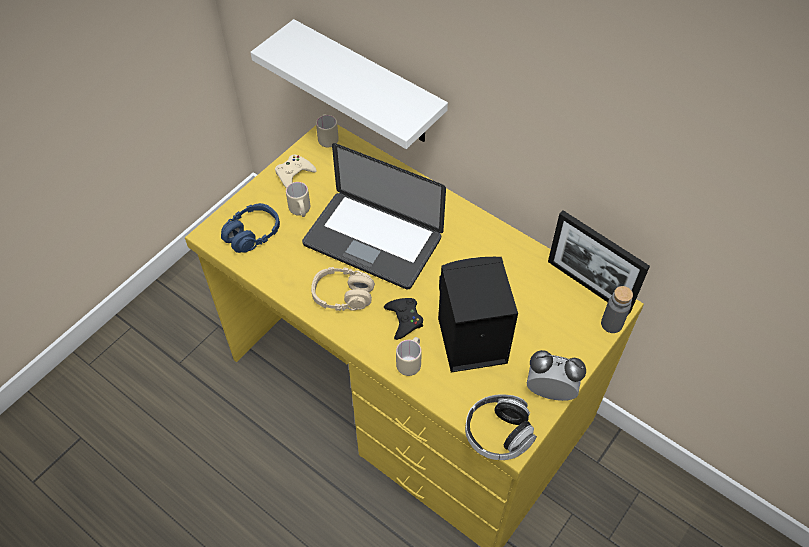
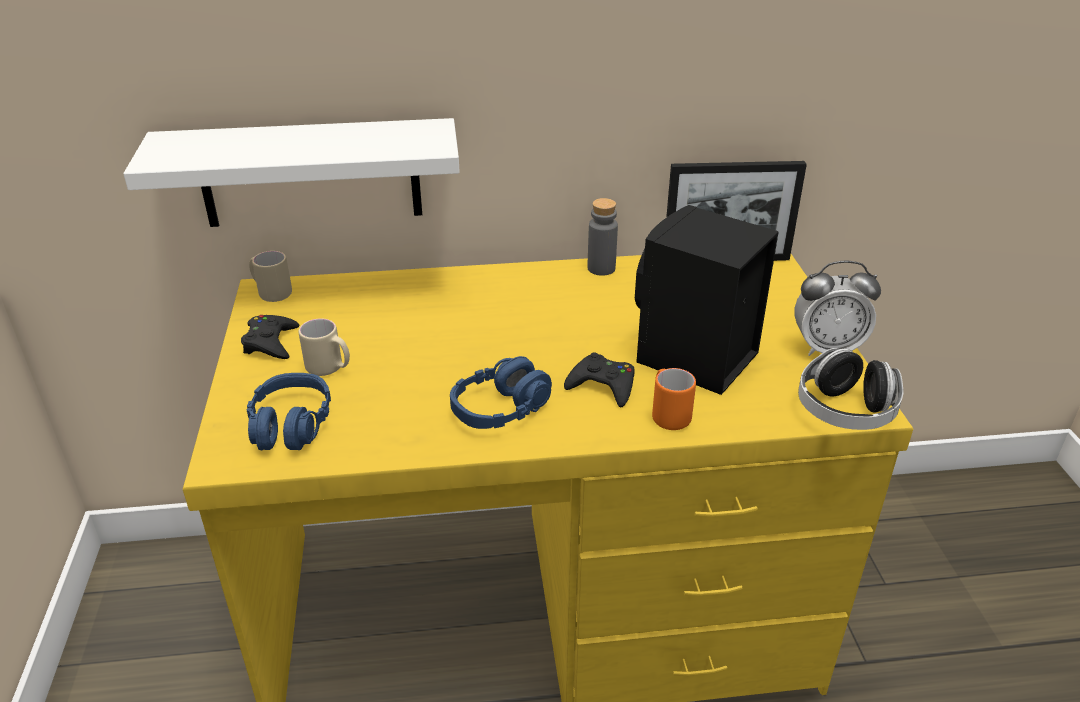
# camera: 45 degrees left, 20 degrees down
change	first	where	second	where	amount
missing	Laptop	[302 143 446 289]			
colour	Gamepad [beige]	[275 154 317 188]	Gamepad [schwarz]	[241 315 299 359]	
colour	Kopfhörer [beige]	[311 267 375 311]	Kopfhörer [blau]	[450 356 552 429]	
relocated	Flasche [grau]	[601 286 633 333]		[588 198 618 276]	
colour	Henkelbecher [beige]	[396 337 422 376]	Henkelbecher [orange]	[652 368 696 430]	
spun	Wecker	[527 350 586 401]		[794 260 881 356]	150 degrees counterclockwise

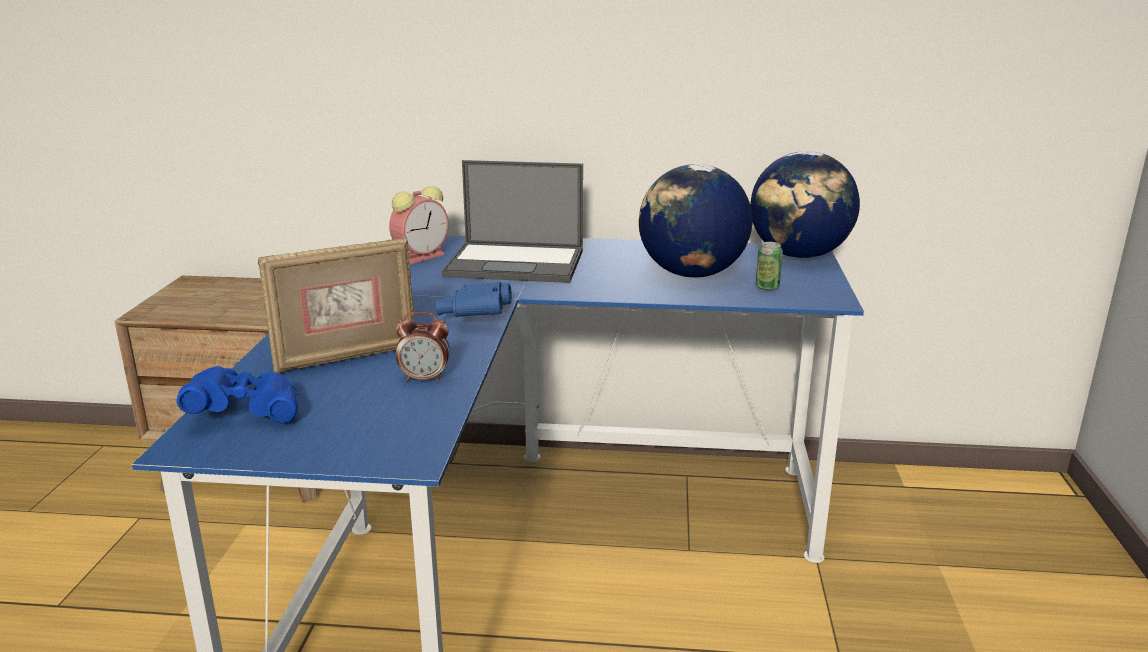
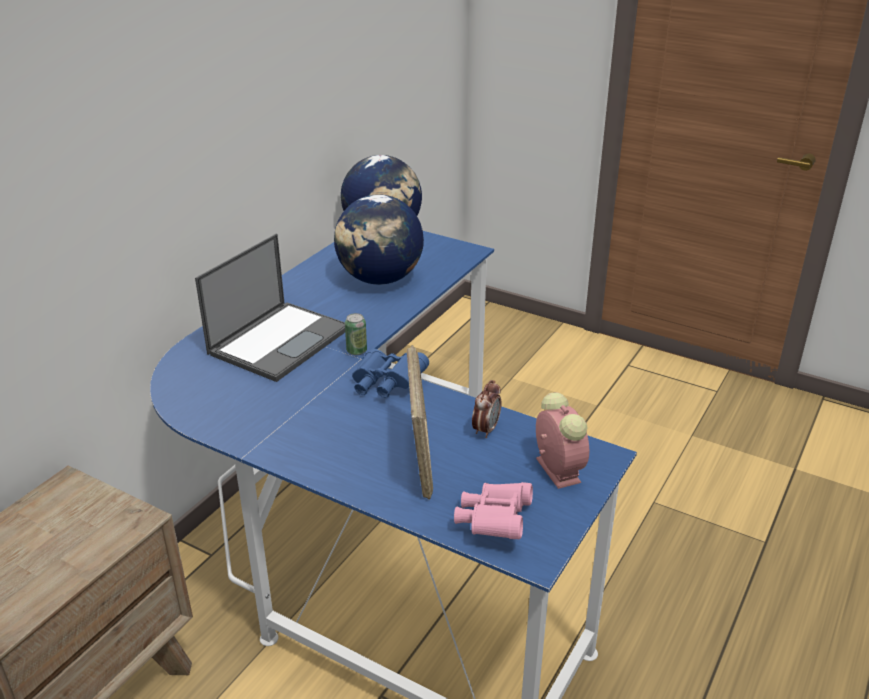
# camera: 65 degrees left, 10 degrees up
change	first	where	second	where	amount
relocated	Wecker	[389 186 448 264]		[536 392 589 489]	
relocated	Dose	[756 242 783 291]		[345 313 367 355]	
colour	Fernglas [blau]	[177 366 298 423]	Fernglas [rosa]	[454 482 533 539]	

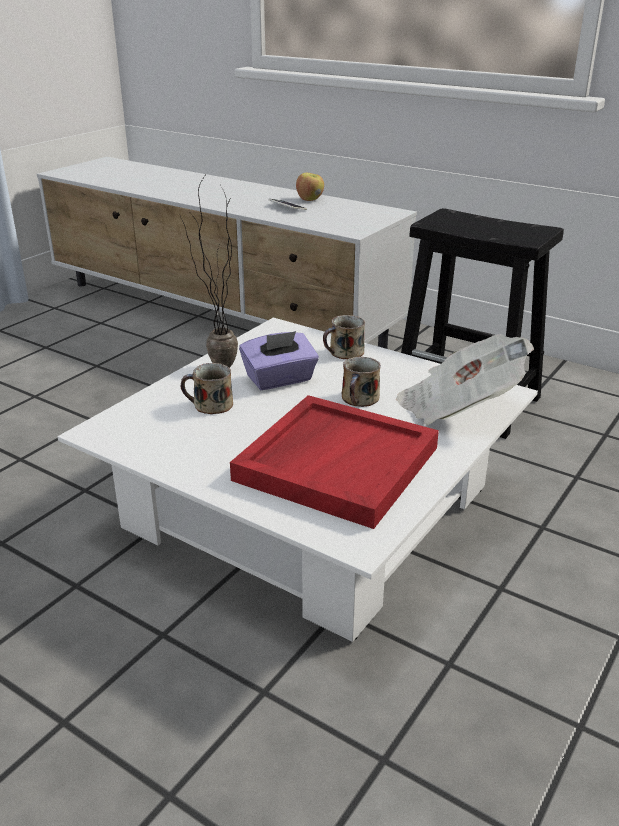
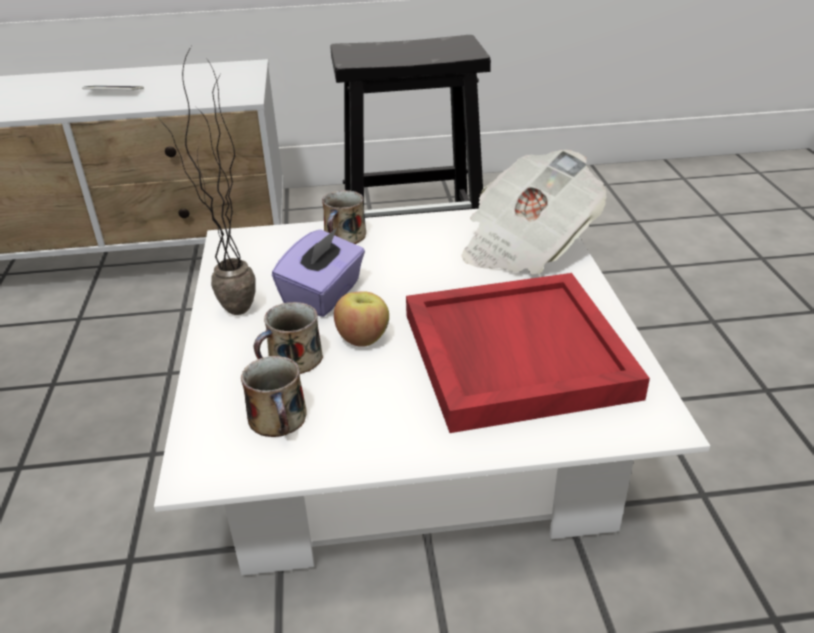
# camera: 40 degrees left, 5 degrees up
change	first	where	second	where	amount
relocated	Apfel	[296 173 324 201]		[334 291 389 347]	
relocated	Henkelbecher	[342 357 381 407]		[241 356 306 437]	

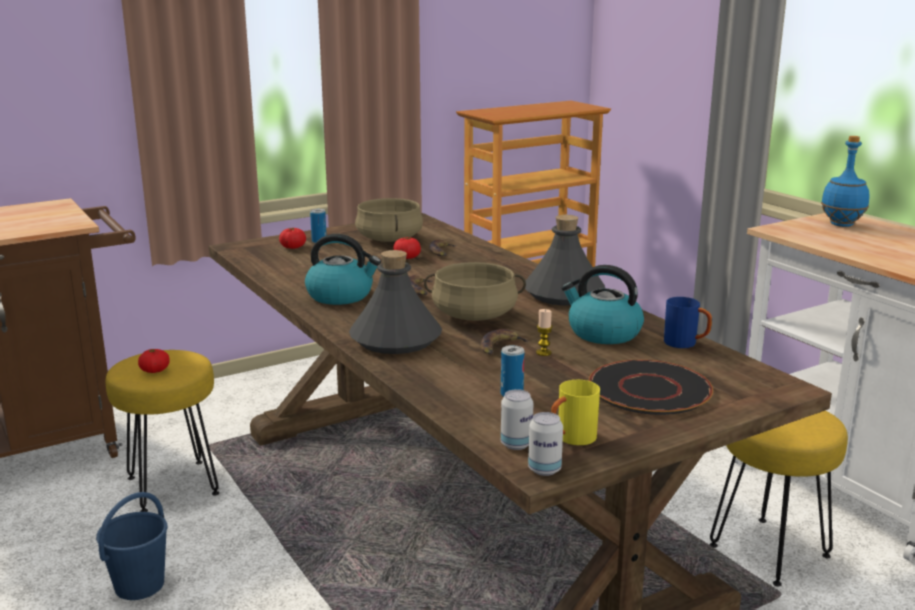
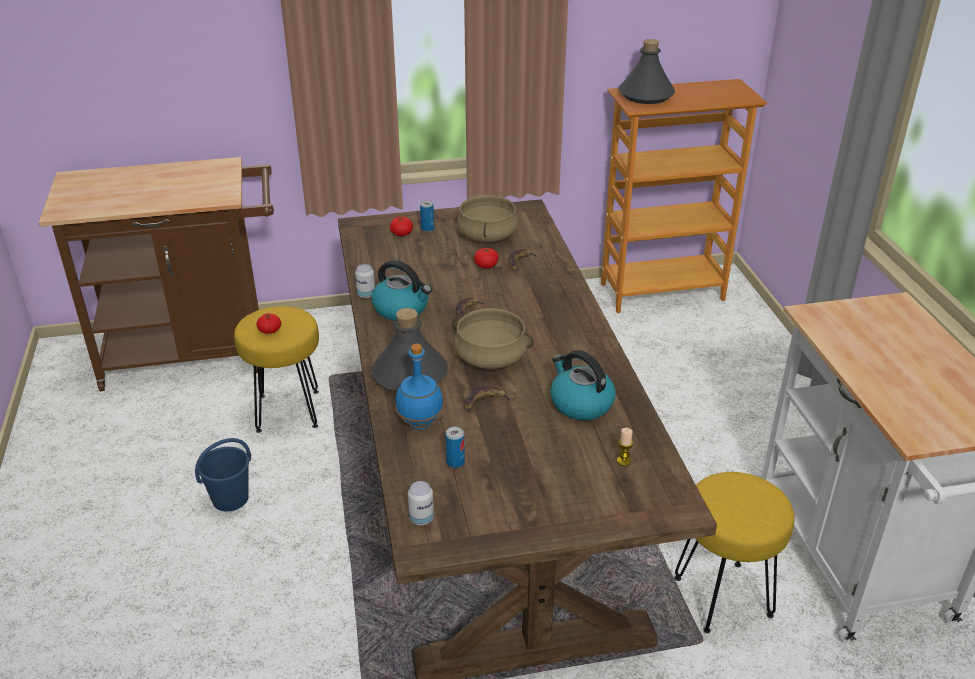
# camera: 20 degrees right, 15 degrees up
change	first	where	second	where	amount
relocated	Flasche [blau]	[821 136 869 227]		[395 344 444 430]	
relocated	Flasche [grau]	[525 215 606 306]		[619 39 675 104]	
missing	Henkelbecher [blau]	[664 297 712 348]			
relocated	Kerze	[536 309 553 356]		[617 428 633 466]	
missing	Teller [schwarz]	[589 360 713 415]			
missing	Henkelbecher [gelb]	[551 380 600 445]			
relocated	Dose	[528 412 563 476]		[355 264 375 299]	

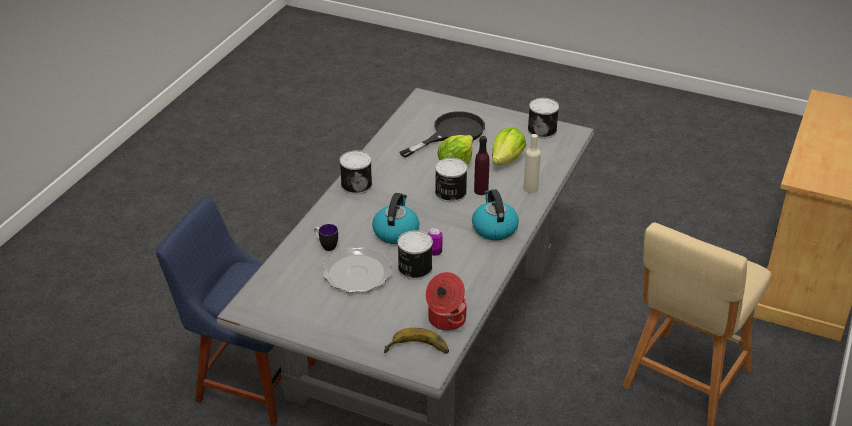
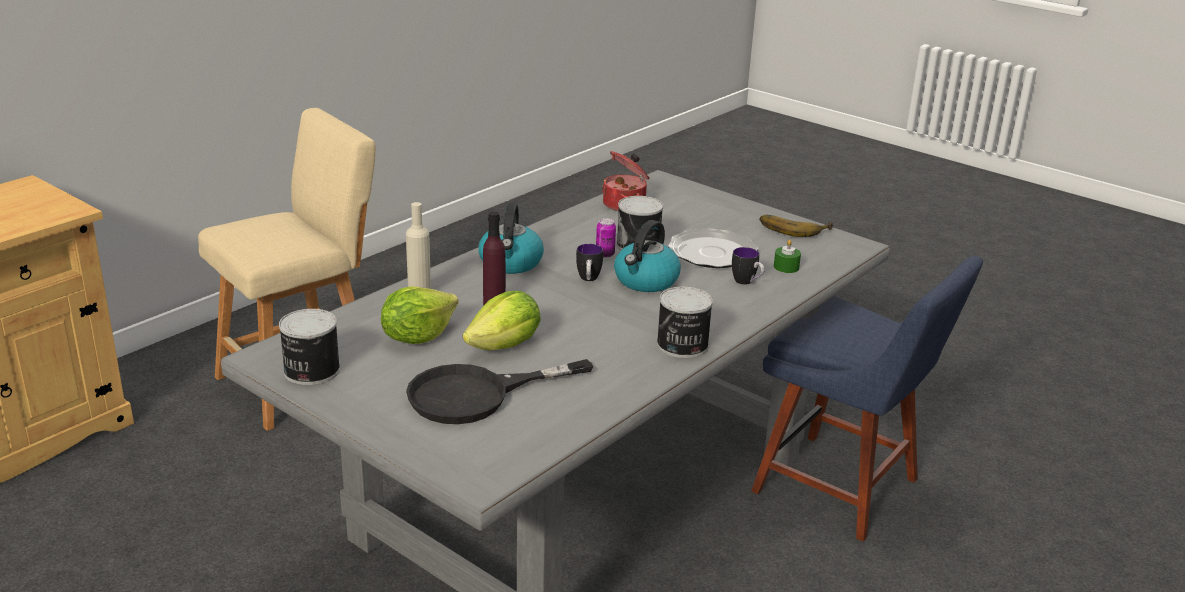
# camera: 165 degrees left, 10 degrees down
change	first	where	second	where	amount
missing	Dose	[435 158 467 202]			
relocated	Banane	[384 328 449 354]		[759 215 833 237]	
appeared			Kerze [grün]	[774 240 801 273]	
appeared			Henkelbecher	[576 244 603 281]	

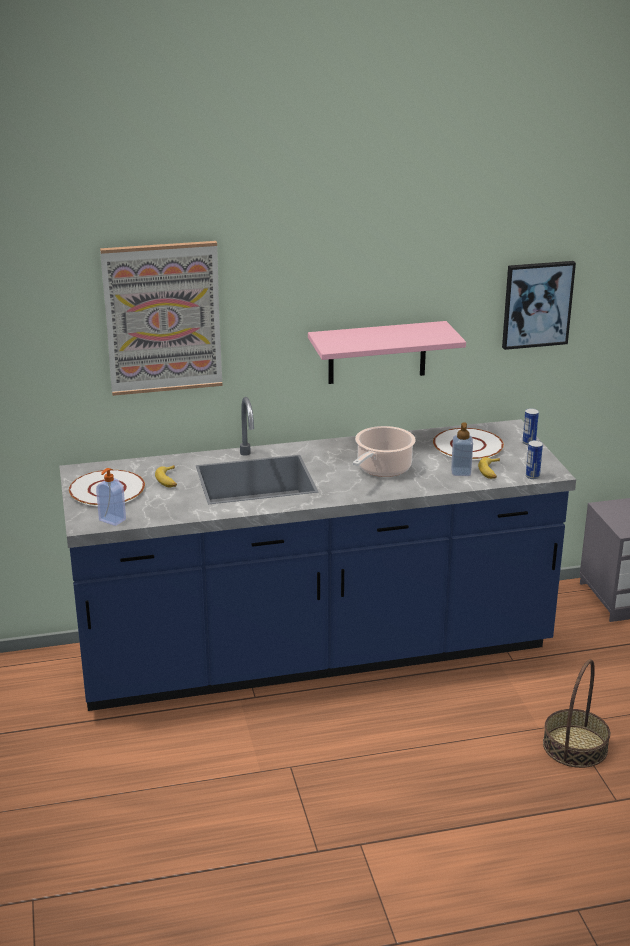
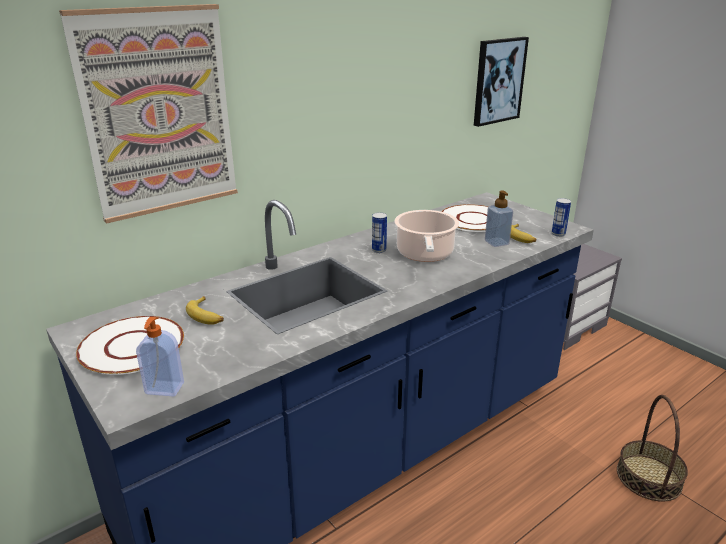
# camera: 25 degrees left, 0 degrees up
change	first	where	second	where	amount
missing	Wandregal [rosa]	[308 321 466 384]			
relocated	Dose	[523 408 539 445]		[372 212 387 253]	

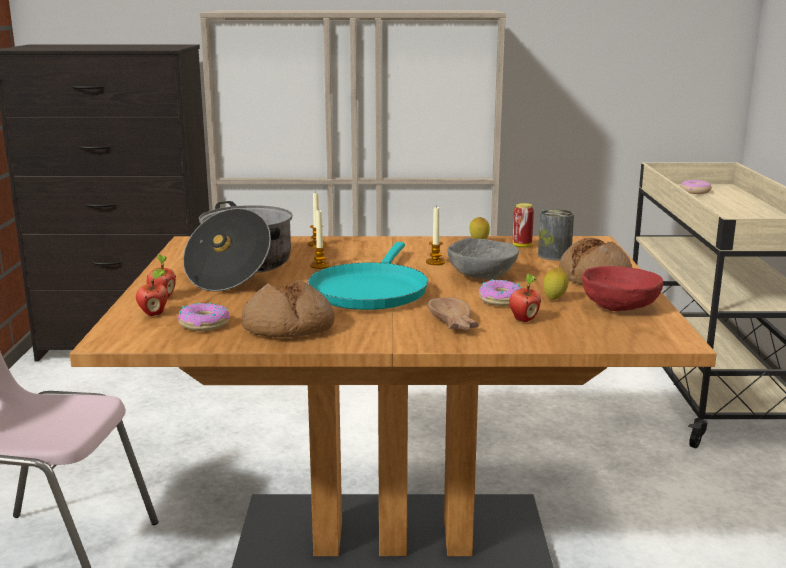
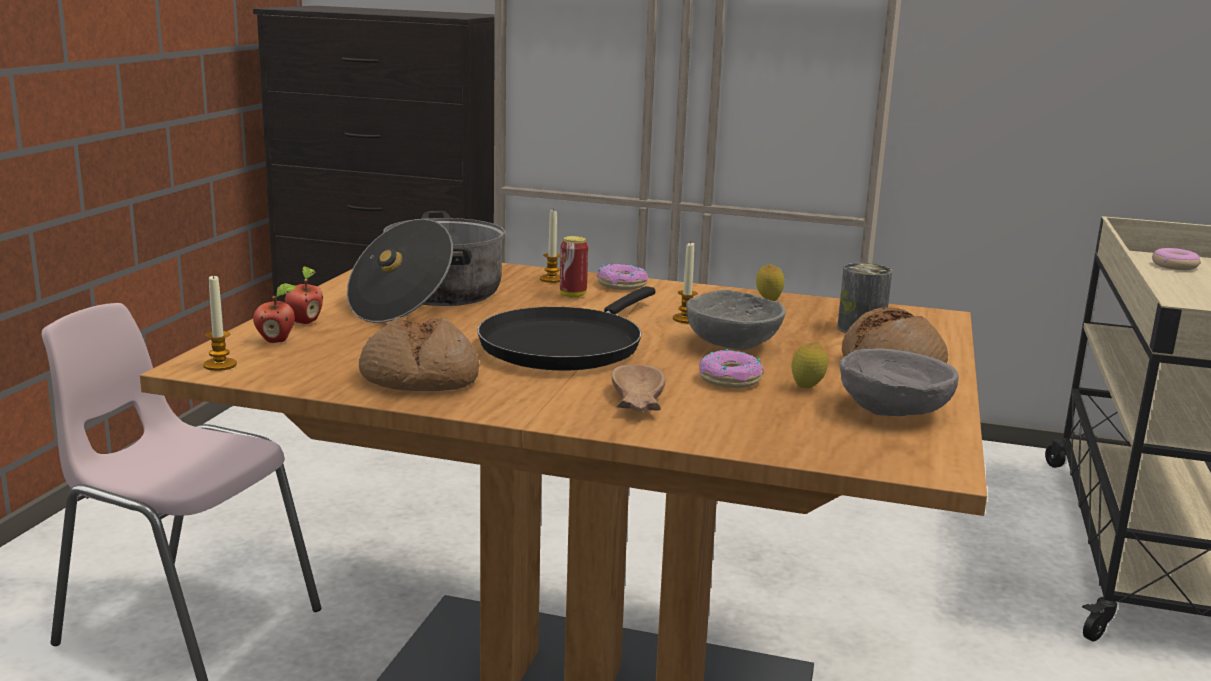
# camera: 15 degrees right, 0 degrees up
change	first	where	second	where	amount
relocated	Dose	[513 203 534 248]		[560 236 588 298]	
relocated	Kerze	[310 210 330 269]		[203 274 237 371]	
colour	Pfanne [türkis]	[307 242 428 310]	Pfanne [schwarz]	[477 286 655 370]	
colour	Schüssel [rot]	[582 266 663 311]	Schüssel [grau]	[839 348 959 416]	
missing	Apfel	[509 273 541 322]			
relocated	Donut	[178 303 230 331]		[597 264 648 290]	

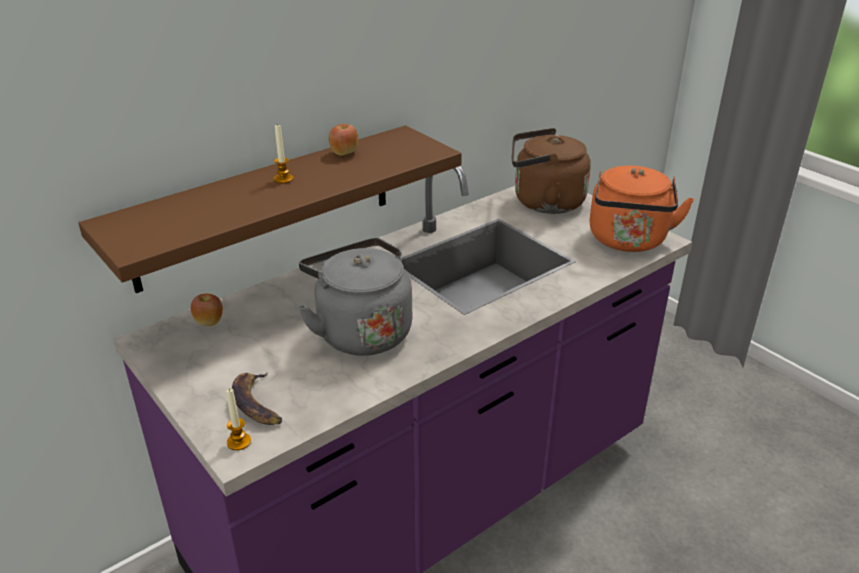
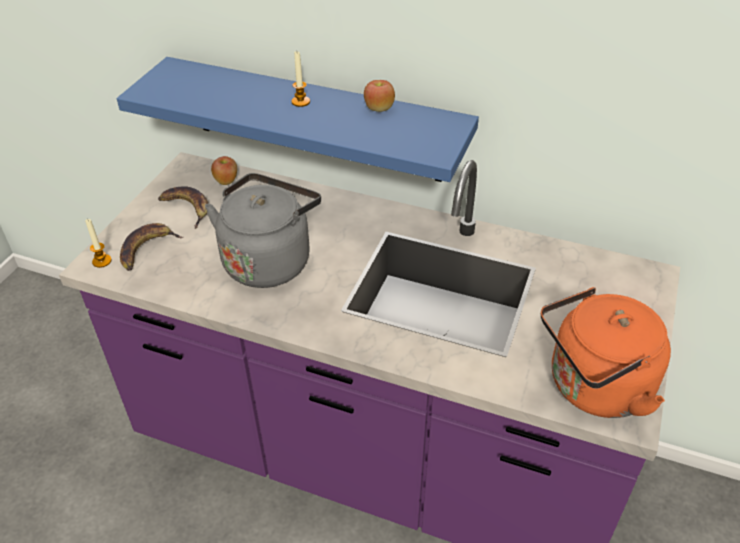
# camera: 60 degrees right, 10 degrees up
change	first	where	second	where	amount
colour	Wandregal [braun]	[78 125 462 293]	Wandregal [blau]	[117 57 479 182]	
missing	Wasserkessel [braun]	[512 128 591 214]			
appeared			Banane	[158 186 208 229]	

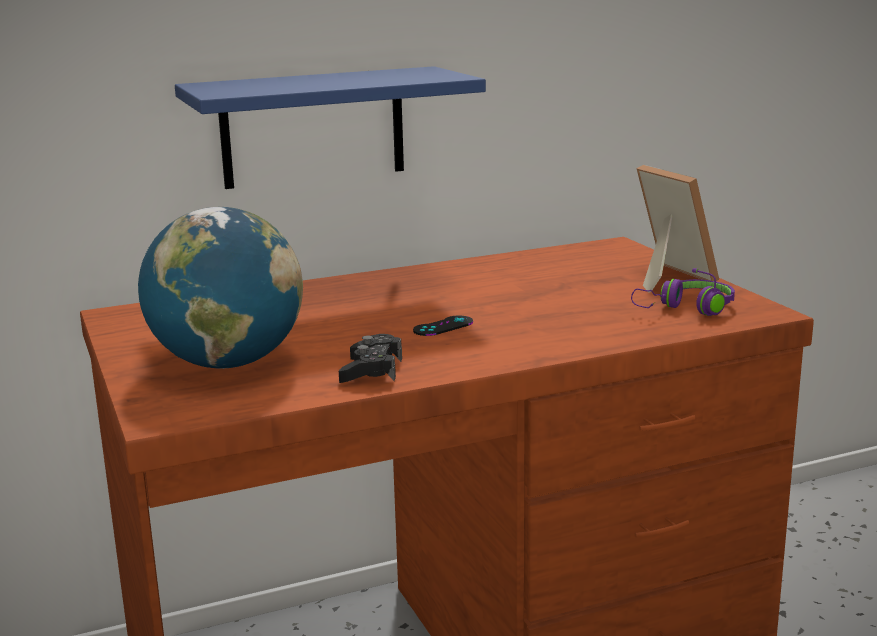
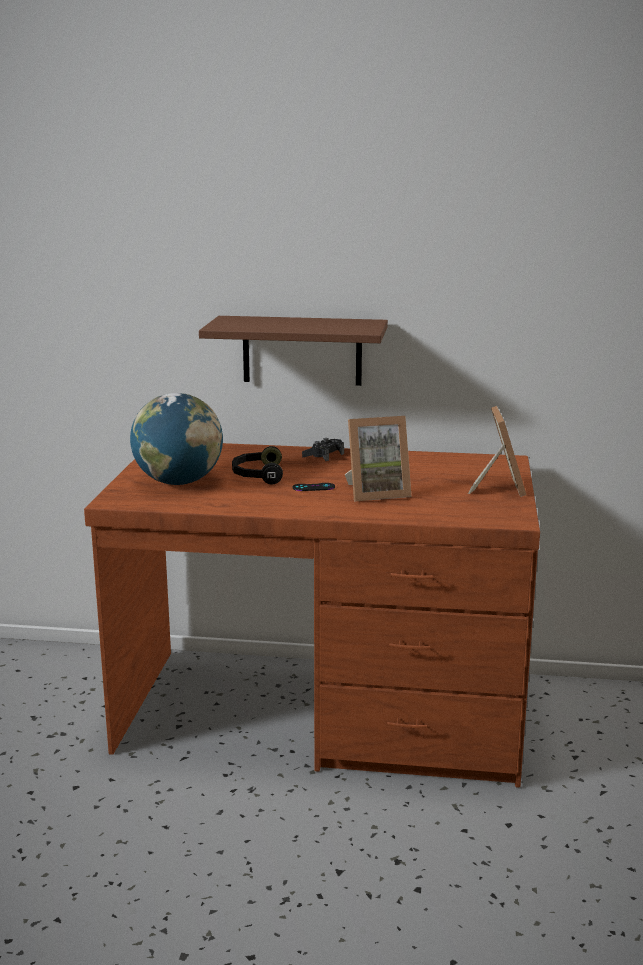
# camera: 30 degrees right, 0 degrees up
change	first	where	second	where	amount
colour	Wandregal [blau]	[175 66 486 189]	Wandregal [braun]	[199 316 388 386]	
missing	Kopfhörer [lila]	[631 268 735 316]			
relocated	Gamepad [schwarz]	[339 334 402 383]		[302 438 344 461]	
appeared			Bilderrahmen	[345 416 411 501]	
appeared			Kopfhörer [schwarz]	[232 446 283 484]	

